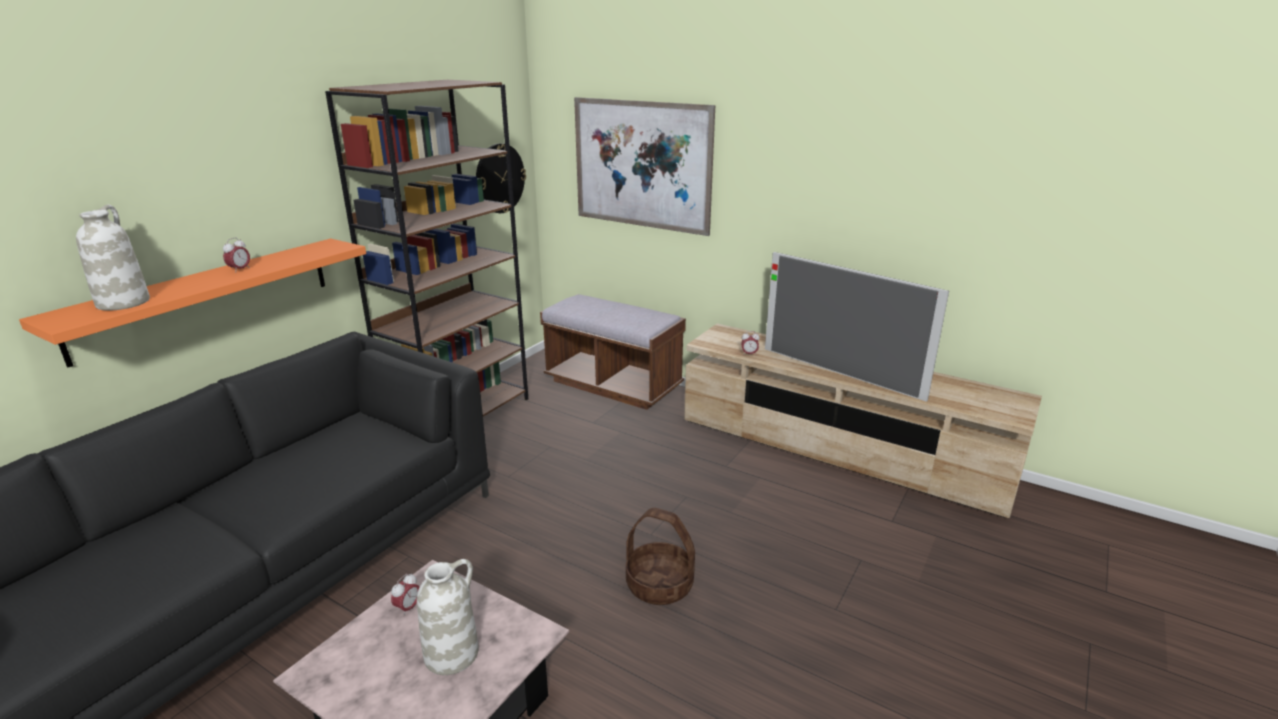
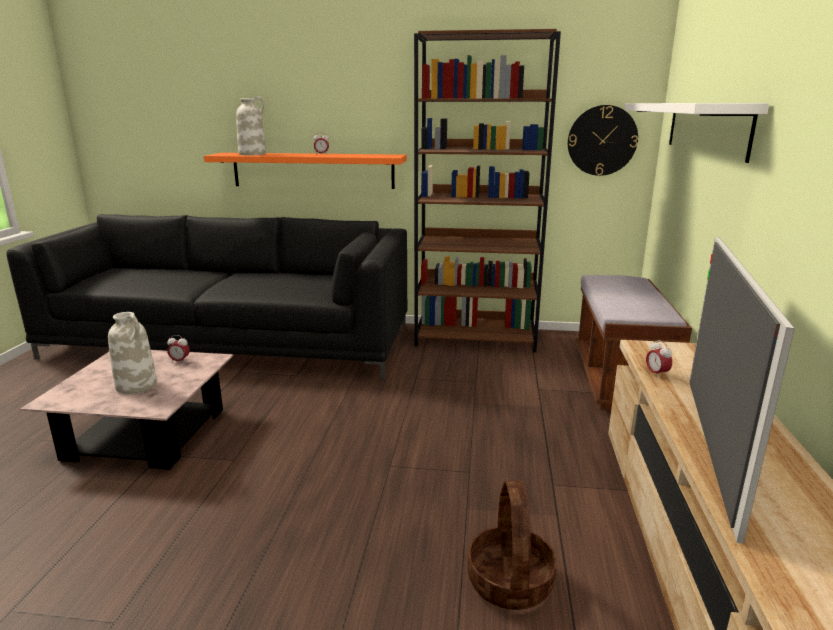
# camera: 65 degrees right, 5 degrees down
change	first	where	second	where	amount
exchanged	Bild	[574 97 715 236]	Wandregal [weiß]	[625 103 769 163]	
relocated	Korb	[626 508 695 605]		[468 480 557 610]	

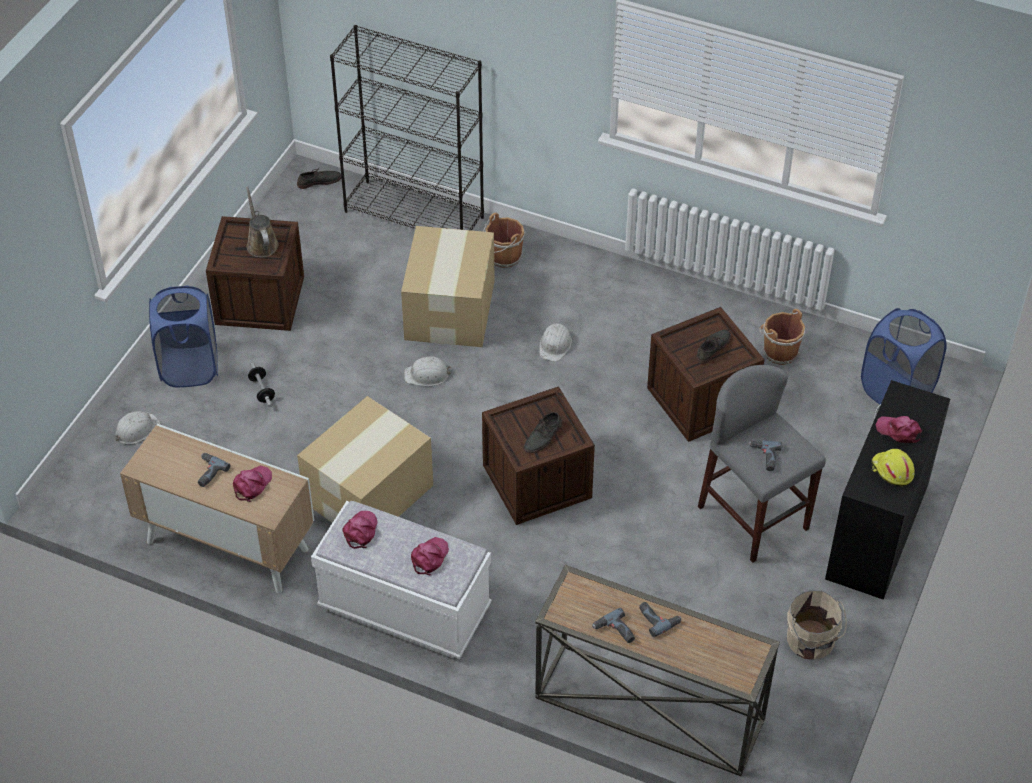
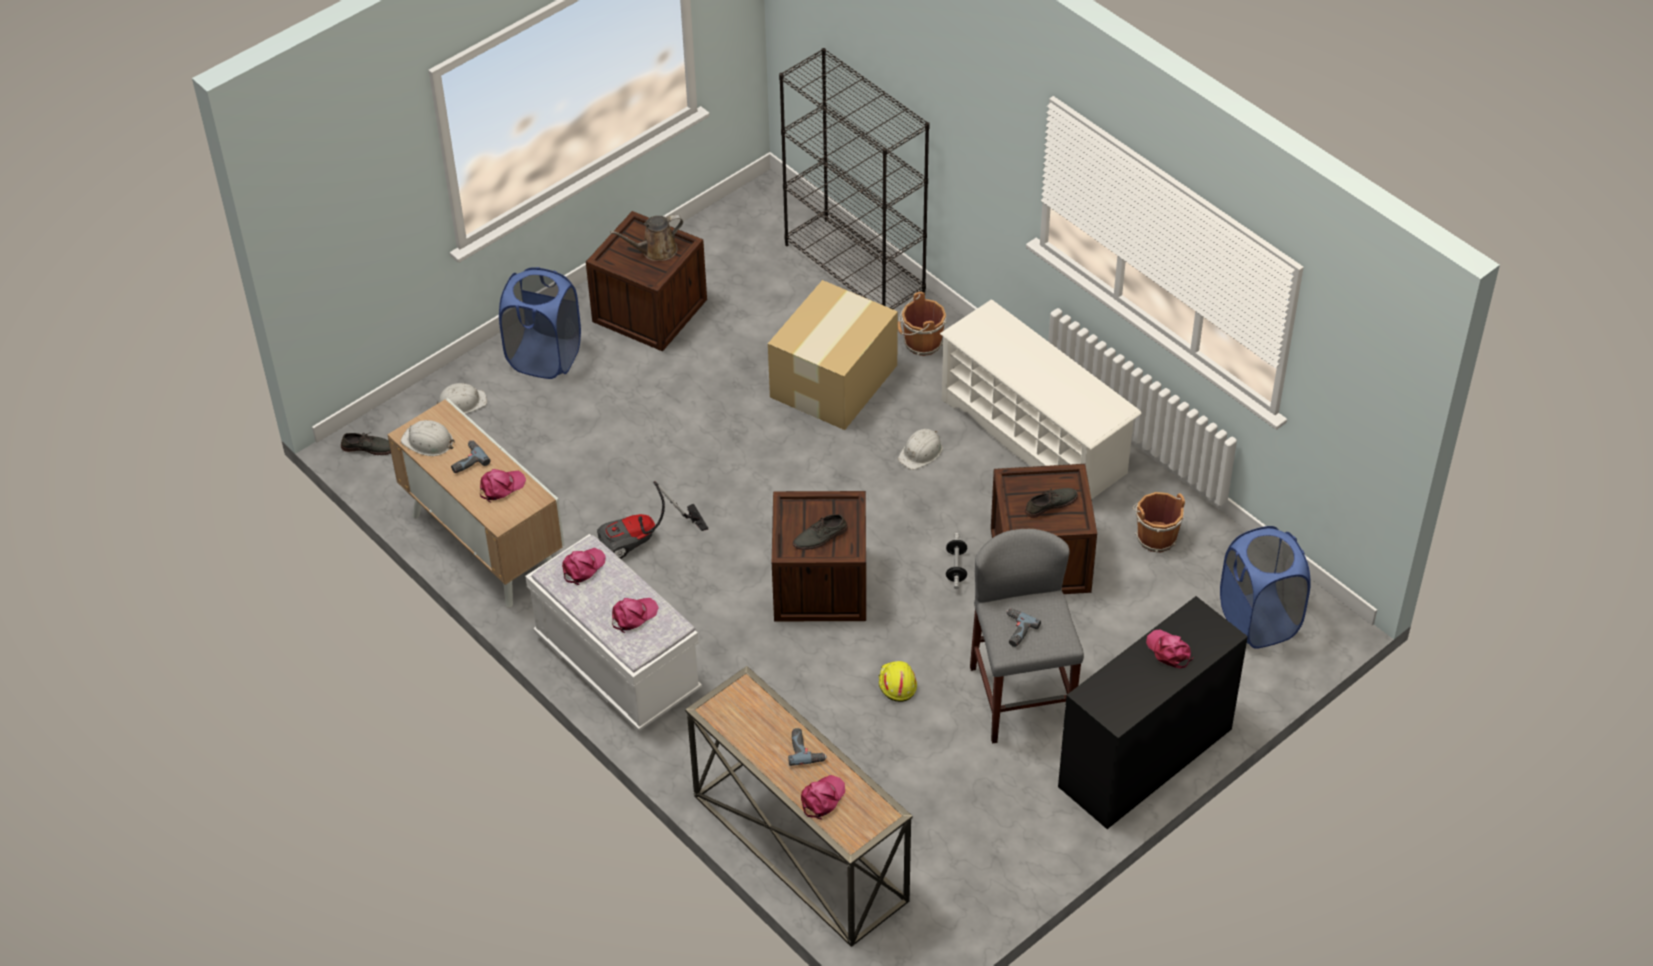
# camera: 25 degrees right, 0 degrees up
change	first	where	second	where	amount
relocated	Schuh [grau]	[297 167 341 189]		[341 432 391 455]	
spun	Gießkanne [braun]	[246 186 279 257]		[610 215 683 261]	120 degrees counterclockwise
relocated	Schutzhelm [weiß]	[404 356 452 386]		[401 420 455 456]	
relocated	Hantel	[248 363 275 407]		[946 533 967 589]	
exchanged	Karton	[297 396 433 523]	Staubsauger	[597 481 708 559]	
relocated	Schutzhelm [gelb]	[871 449 915 486]		[878 661 917 702]	
missing	Eimer [beige]	[787 590 847 660]			
missing	Bohrmaschine	[592 608 635 643]			
appeared			Schuhregal [weiß]	[940 300 1142 499]	
appeared			Kappe [rosa]	[801 775 845 819]	

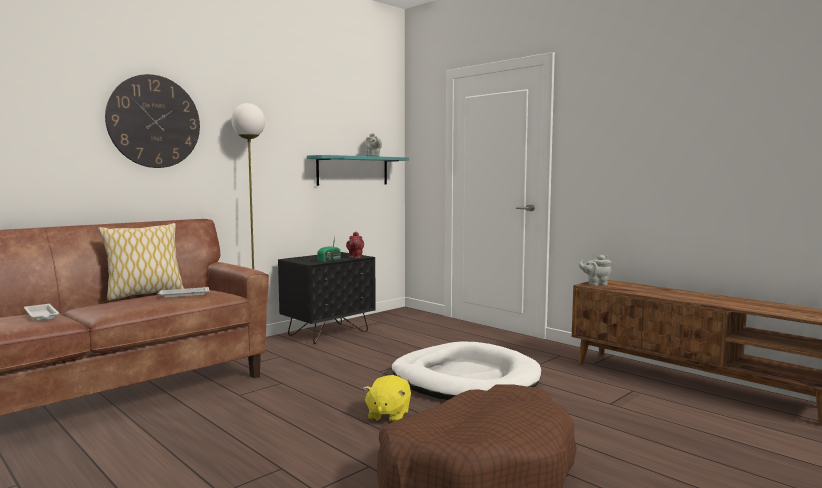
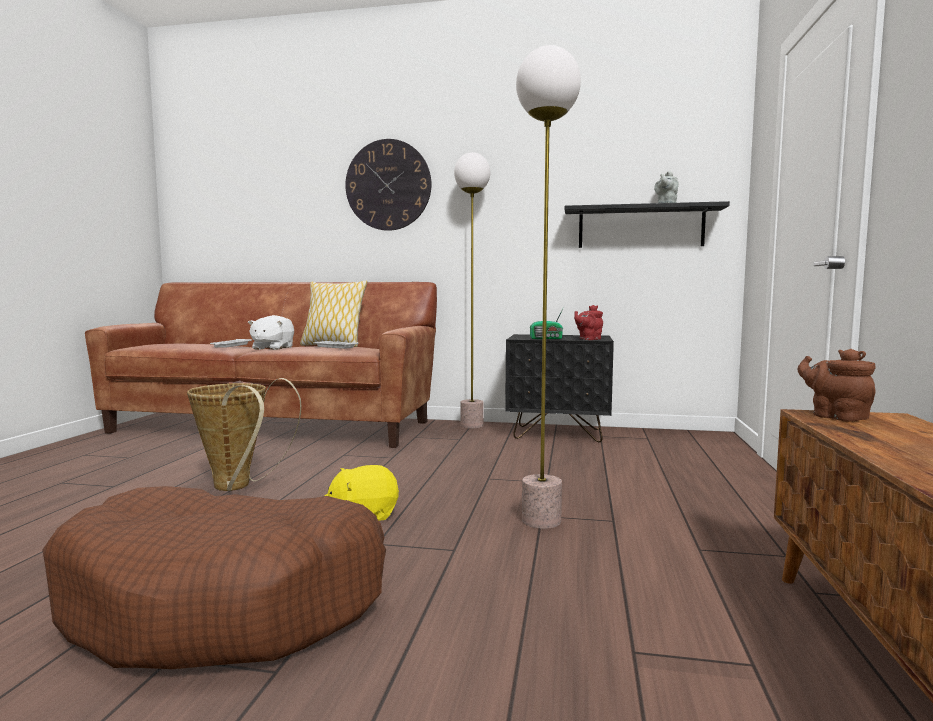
# camera: 55 degrees right, 0 degrees up
change	first	where	second	where	amount
colour	Wandregal [türkis]	[307 155 409 186]	Wandregal [schwarz]	[565 201 730 248]	
colour	Teekanne [grau]	[579 255 611 286]	Teekanne [braun]	[798 349 876 422]	
exchanged	Hundebett [weiß]	[392 341 541 400]	Stehlampe	[516 45 581 529]	
appeared			Plüschtier [weiß]	[248 315 294 350]	
appeared			Korb	[187 378 302 491]	

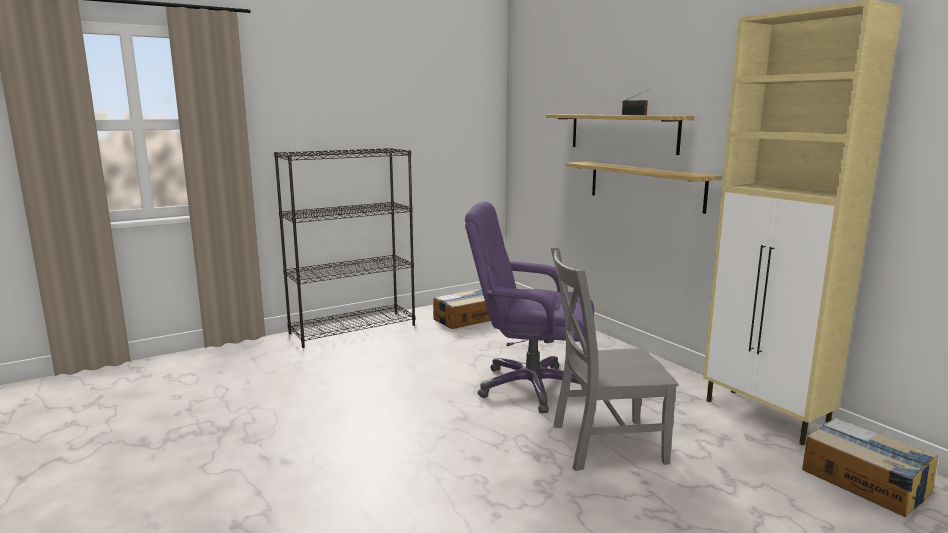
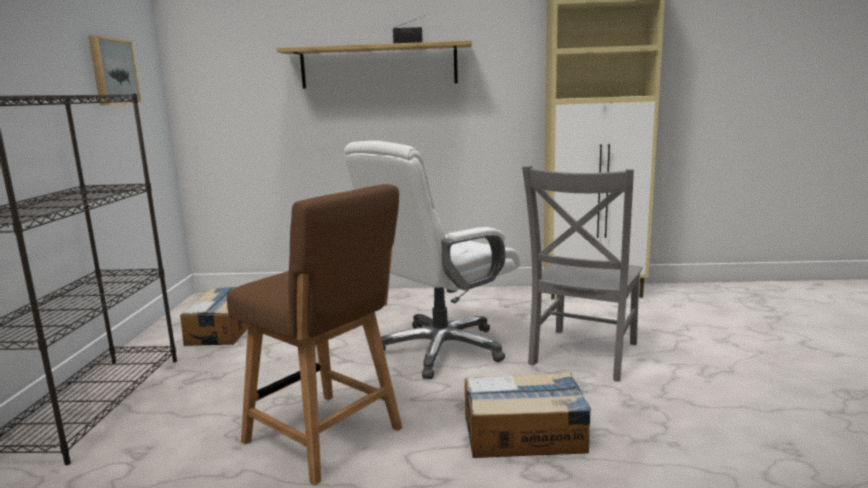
# camera: 55 degrees left, 0 degrees up
change	first	where	second	where	amount
missing	Wandregal	[565 162 722 214]			
colour	Bürostuhl [lila]	[465 201 594 413]	Bürostuhl [weiß]	[344 141 520 379]	
relocated	Karton	[802 418 939 517]		[465 372 591 458]	
appeared			Bild	[88 35 142 105]	
appeared			Stuhl [braun]	[227 184 402 486]	

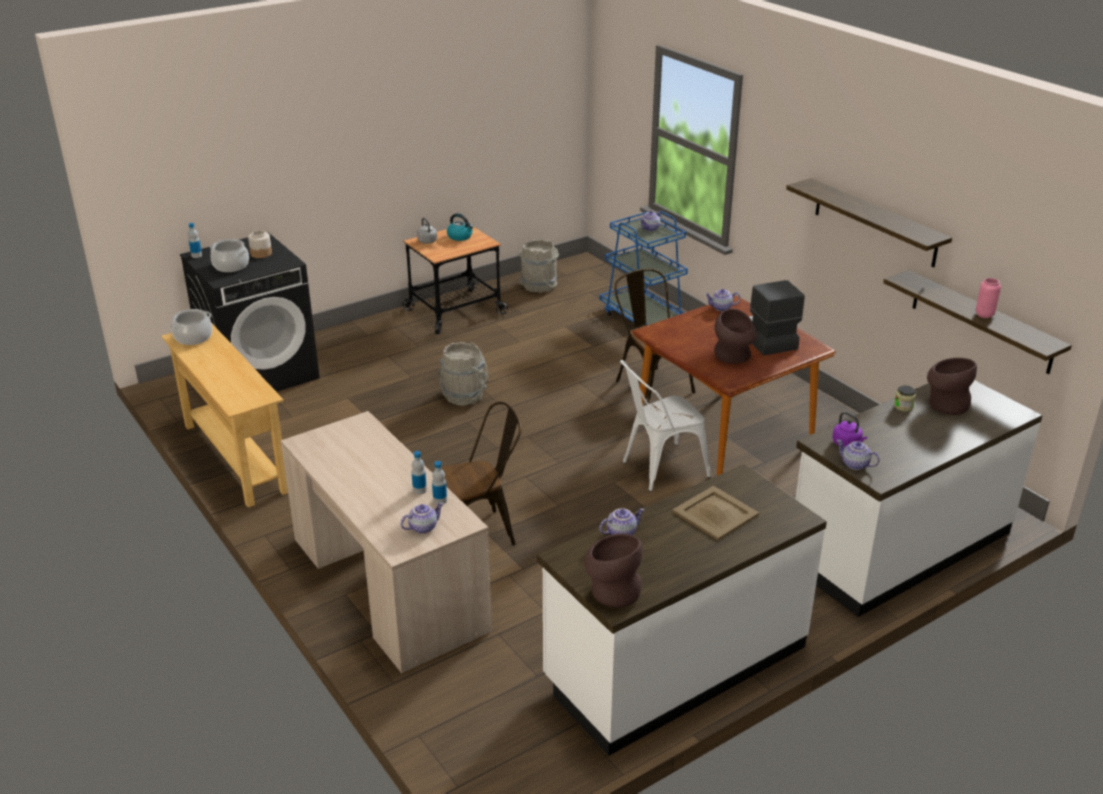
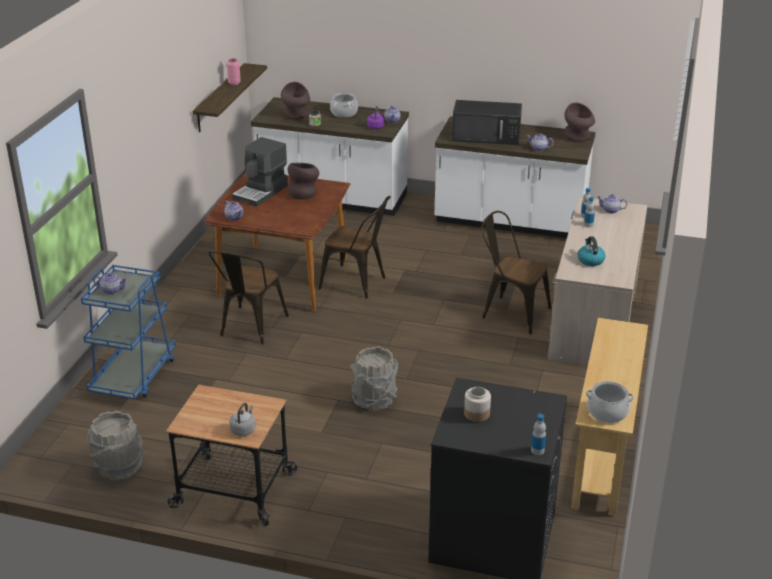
# camera: 130 degrees left, 0 degrees up
change	first	where	second	where	amount
missing	Wandregal	[786 178 952 268]			
relocated	Wasserkessel	[447 213 474 241]		[578 236 605 266]	
relocated	Kochtopf	[210 239 249 272]		[330 93 358 118]	
colour	Stuhl [weiß]	[620 360 711 492]	Stuhl [braun]	[318 196 391 299]	
exchanged	Tablett [beige]	[673 486 759 540]	Mikrowelle [schwarz]	[452 100 522 145]	

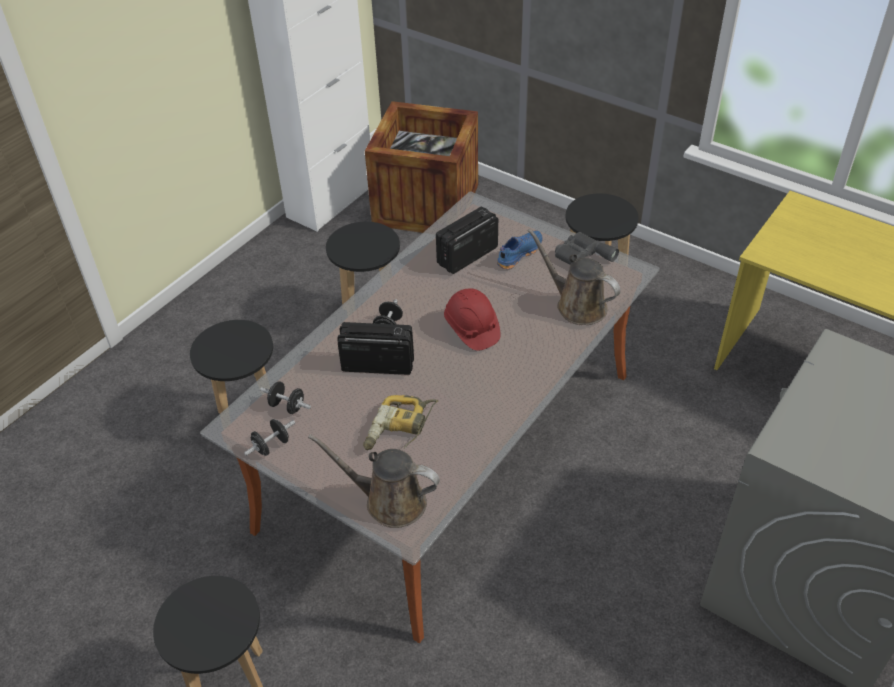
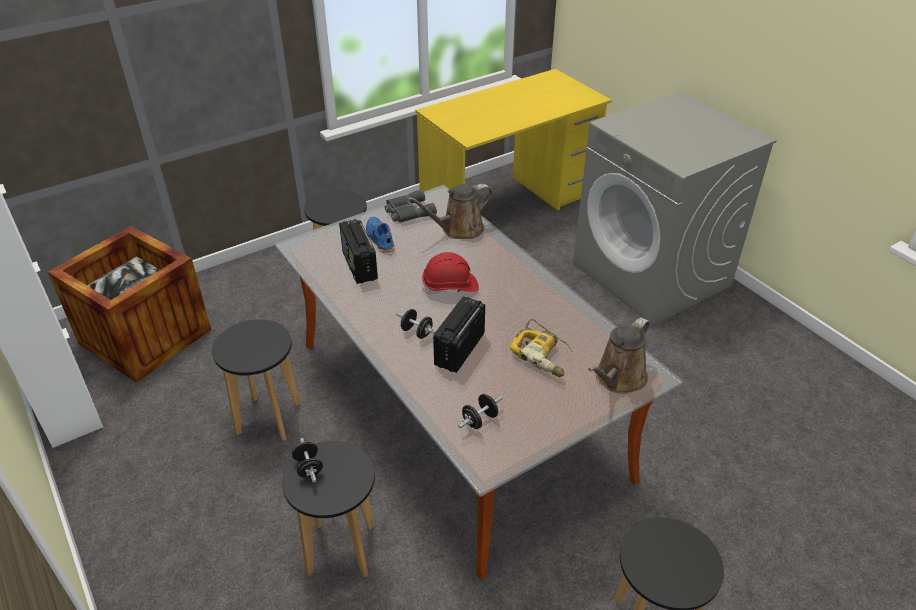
# camera: 70 degrees left, 5 degrees down
change	first	where	second	where	amount
relocated	Hantel [schwarz]	[244 419 295 456]		[292 438 323 482]	

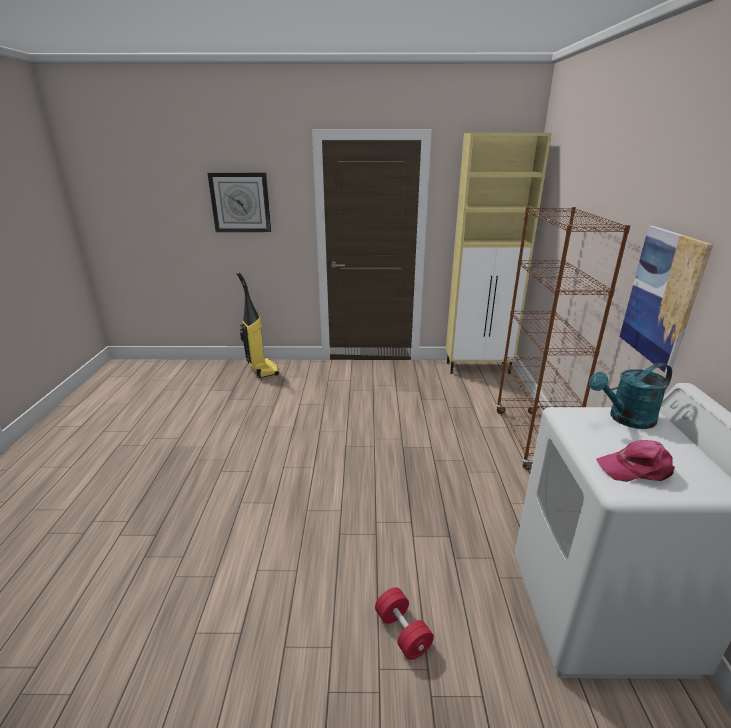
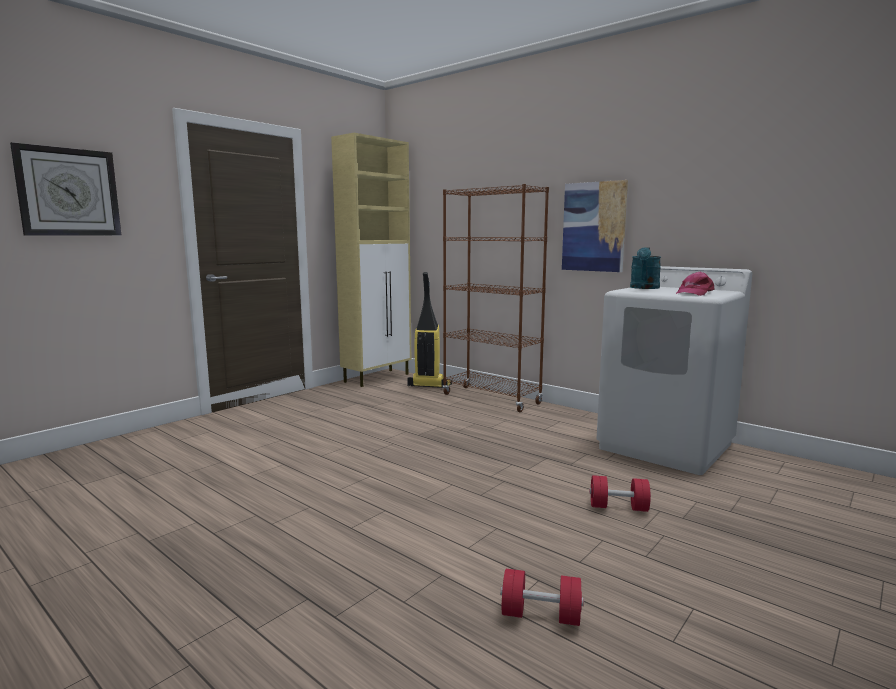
# camera: 50 degrees left, 15 degrees down
change	first	where	second	where	amount
relocated	Staubsauger	[236 272 279 378]		[407 272 452 388]	
appeared			Hantel [rot]	[500 569 584 626]	

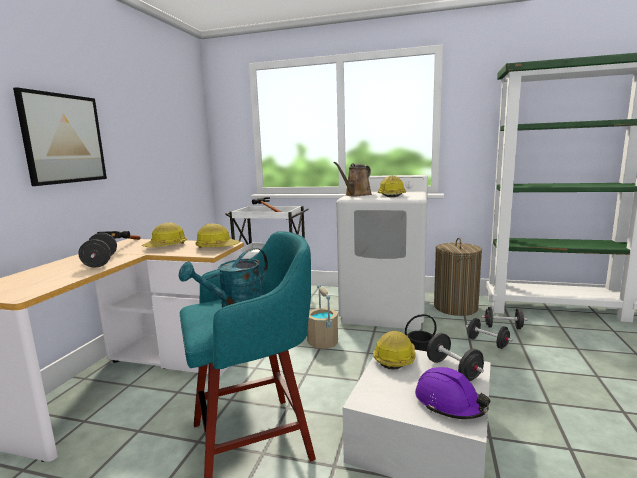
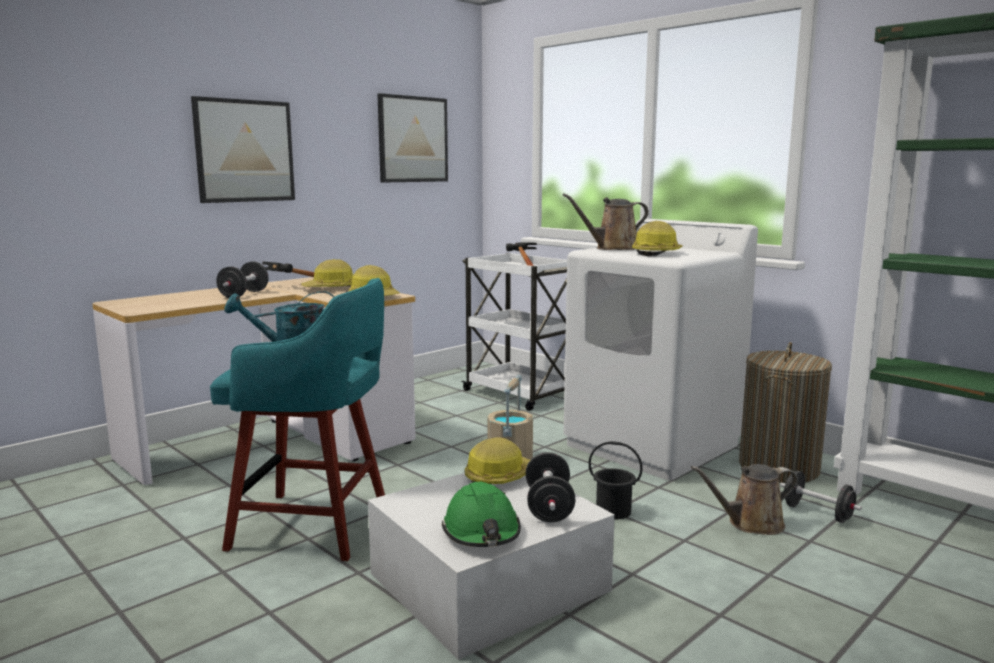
# camera: 30 degrees right, 0 degrees up
change	first	where	second	where	amount
exchanged	Hantel [schwarz]	[466 318 513 349]	Gießkanne [braun]	[691 464 798 535]	
colour	Schutzhelm [lila]	[415 367 490 419]	Schutzhelm [grün]	[442 482 521 547]	
appeared			Bild	[377 93 448 183]	

